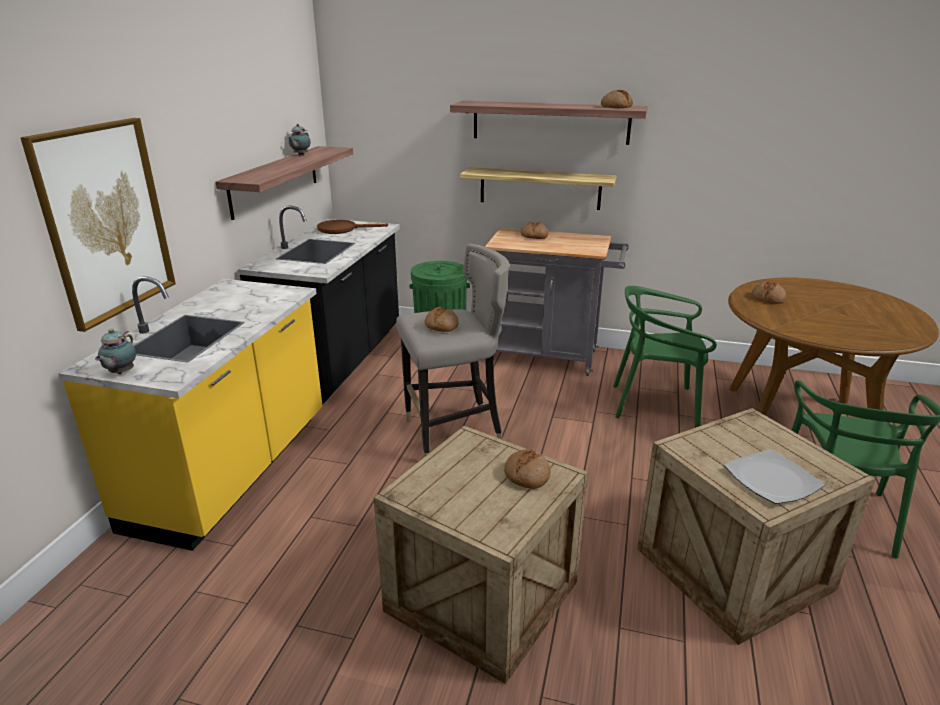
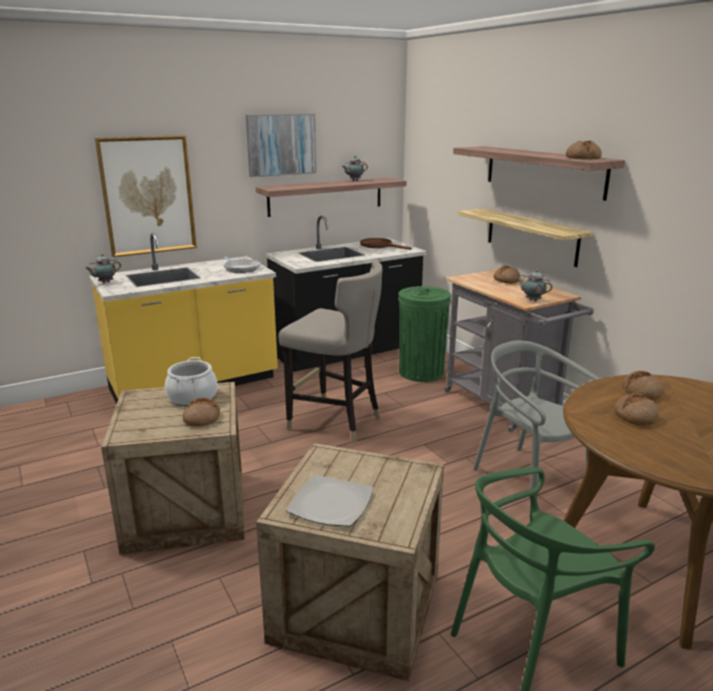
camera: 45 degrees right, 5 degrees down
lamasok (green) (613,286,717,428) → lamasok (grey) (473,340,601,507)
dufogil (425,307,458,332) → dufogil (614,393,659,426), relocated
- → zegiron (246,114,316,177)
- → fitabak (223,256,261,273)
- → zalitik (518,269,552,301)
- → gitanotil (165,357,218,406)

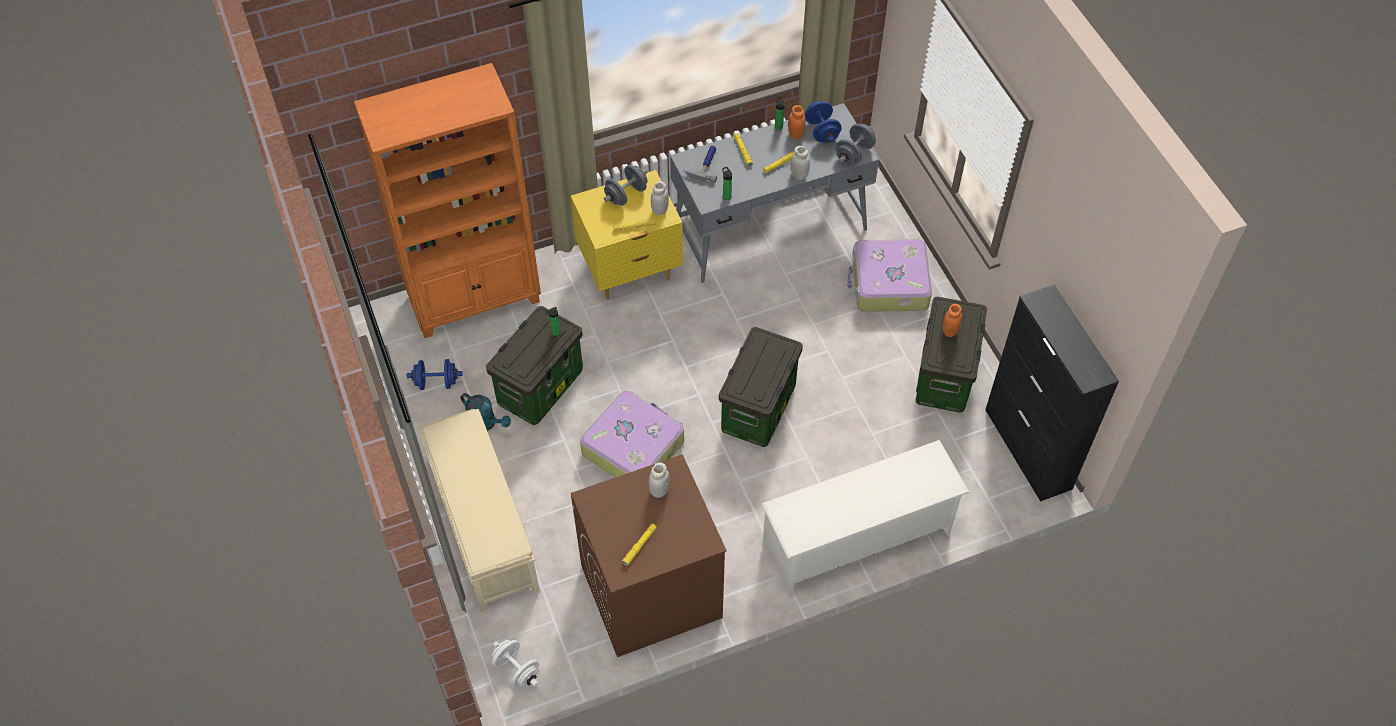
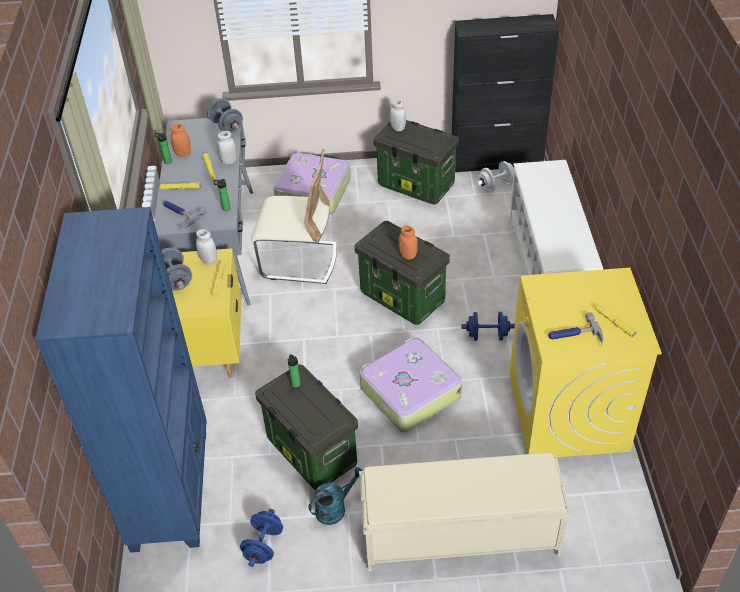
camera: 70 degrees left, 10 degrees down
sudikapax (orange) (354,63,541,338) → sudikapax (blue) (35,207,207,553)
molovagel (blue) (805,101,842,143) → molovagel (blue) (461,312,515,341), relocated
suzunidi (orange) (942,304,962,337) → suzunidi (orange) (399,226,418,260), relocated
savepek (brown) (571,454,727,657) → savepek (yellow) (509,268,662,457)
suzunidi (white) (648,462,670,498) → suzunidi (white) (390,100,406,131), relocated
molovagel (white) (492,640,539,688) → molovagel (white) (477,161,514,192), relocated
- → lamasok (beige) (251,149,337,284)
- → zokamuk (548,312,603,346)

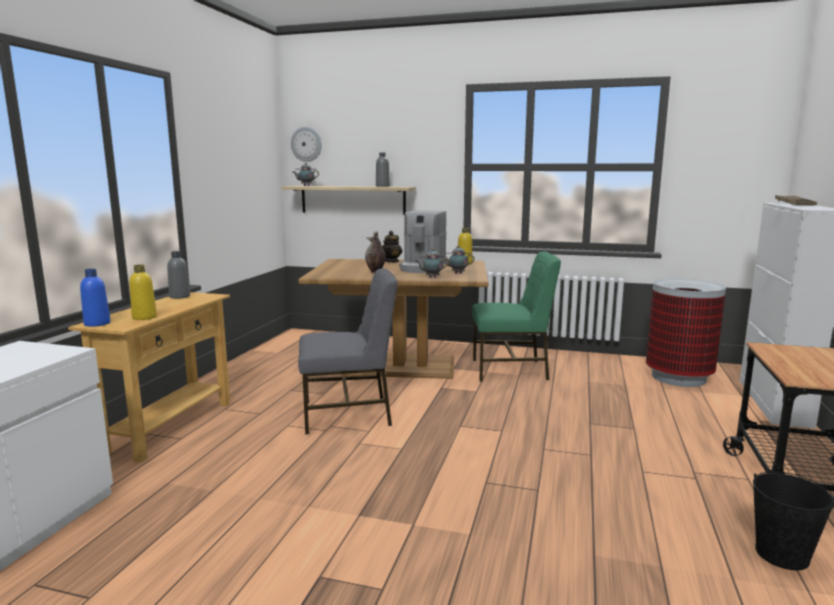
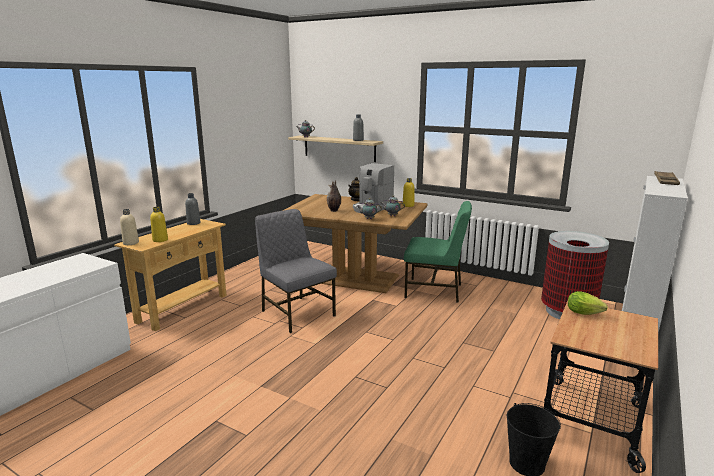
camera: 15 degrees right, 5 degrees up
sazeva (291,127,322,162) → -
lamasok (grey) (298,268,398,434) → lamasok (grey) (255,209,337,333), 135 degrees counterclockwise
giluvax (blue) (80,269,111,327) → giluvax (beige) (120,209,139,245)
- → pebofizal (568,291,608,315)

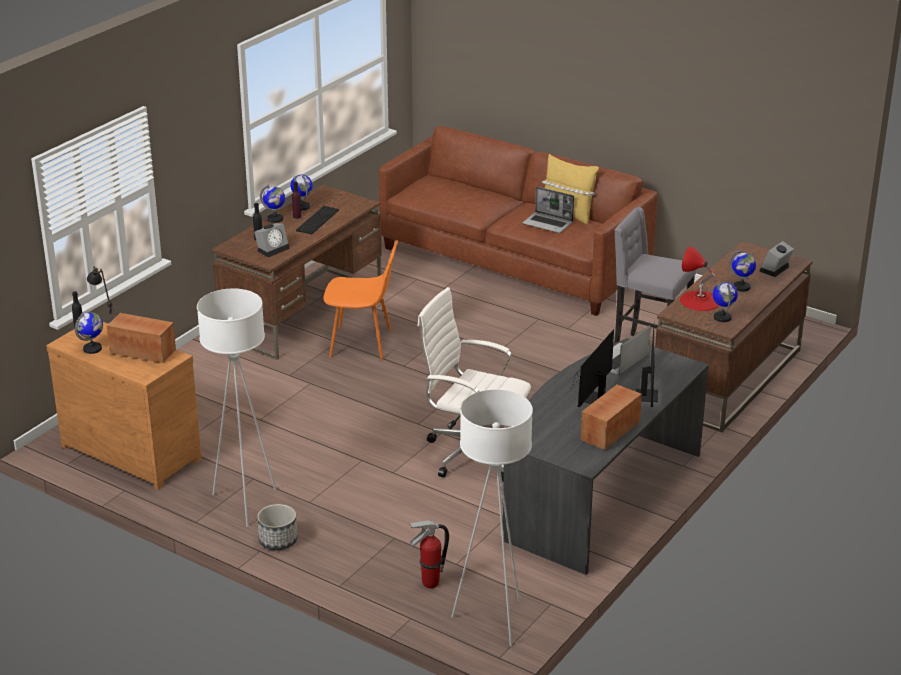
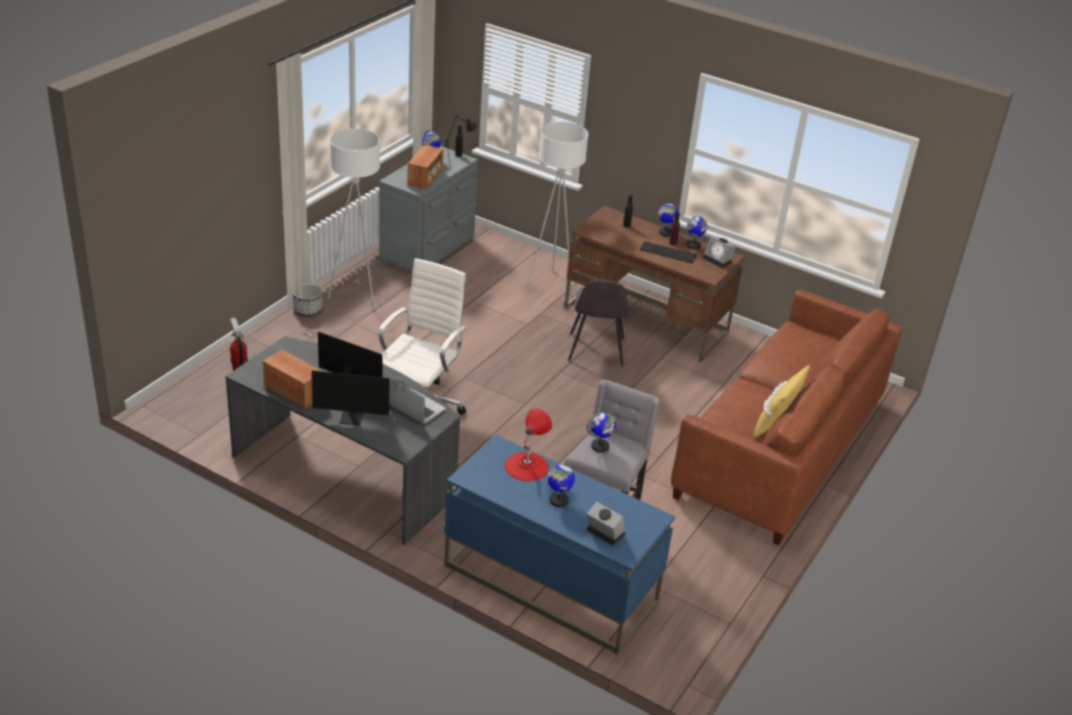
camera: 85 degrees right, 5 degrees up
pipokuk (522,187,574,233) → -
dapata (254,223,290,257) → dapata (703,236,736,268), relocated
lamasok (orange) (323,240,398,360) → lamasok (grey) (568,280,629,366)
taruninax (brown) (655,241,813,433) → taruninax (blue) (444,435,675,655)
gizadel (713,282,738,322) → gizadel (587,412,616,452), relocated
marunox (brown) (46,322,202,490) → marunox (grey) (379,146,478,272)
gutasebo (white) (451,389,533,646) → gutasebo (white) (526,122,589,295), relocated

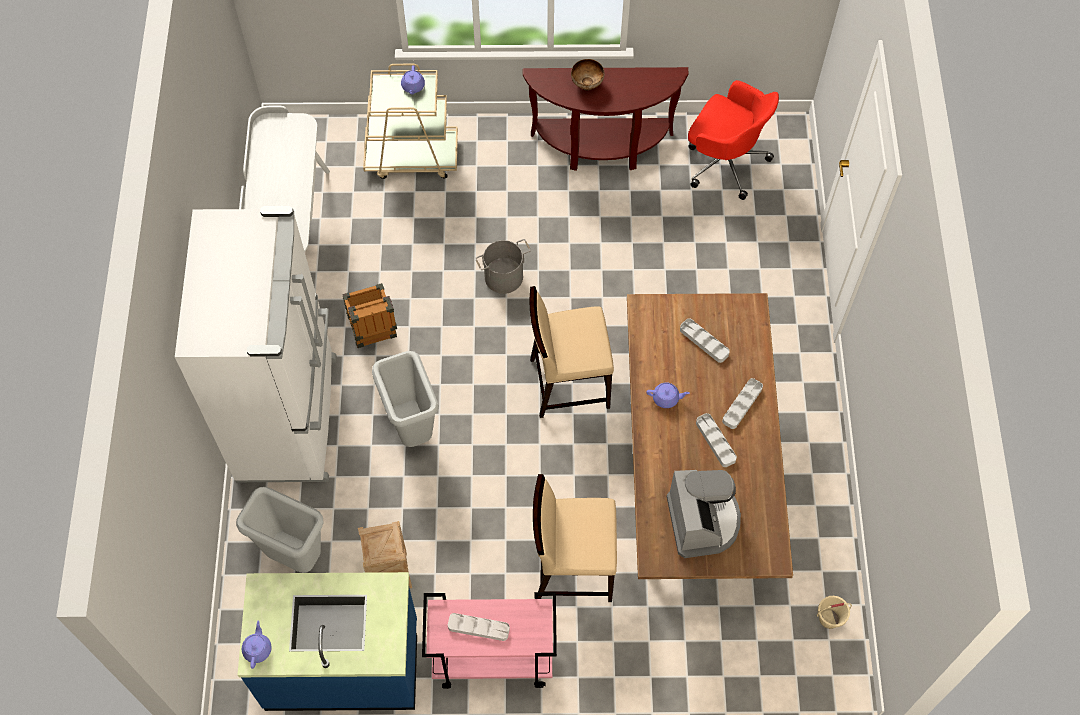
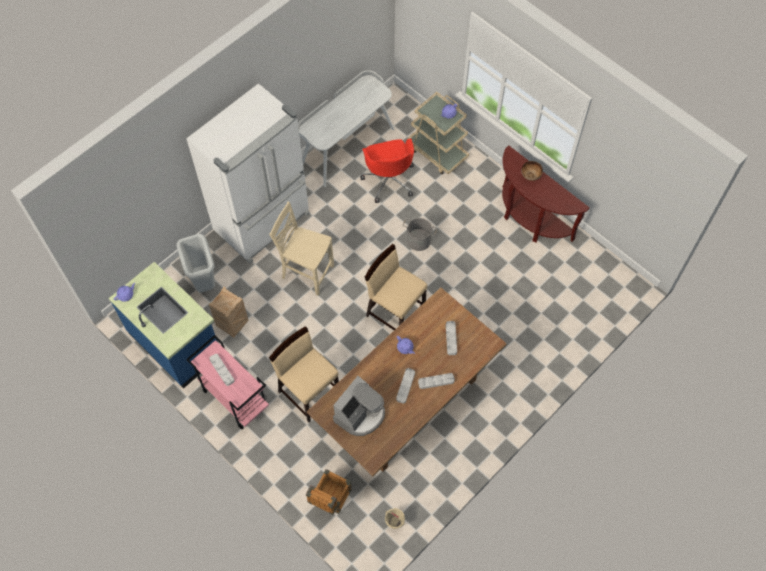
camera: 45 degrees right, 0 degrees up
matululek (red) (688,80,779,200) → matululek (red) (360,138,414,203), relocated
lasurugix (342,283,397,348) → lasurugix (306,469,352,515), relocated
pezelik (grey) (372,351,439,447) → lamasok (beige) (269,201,334,296)

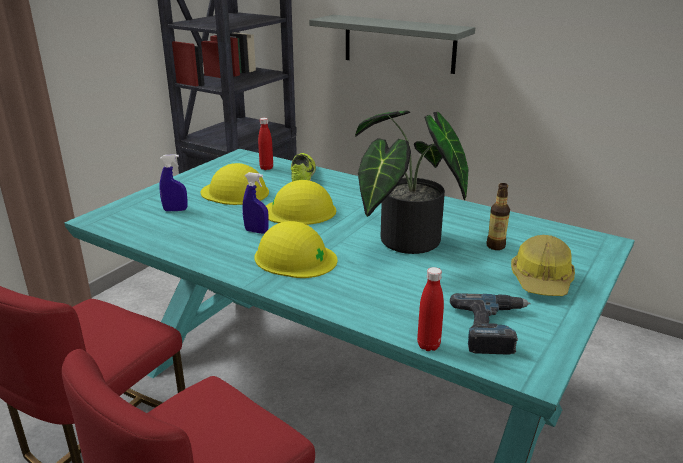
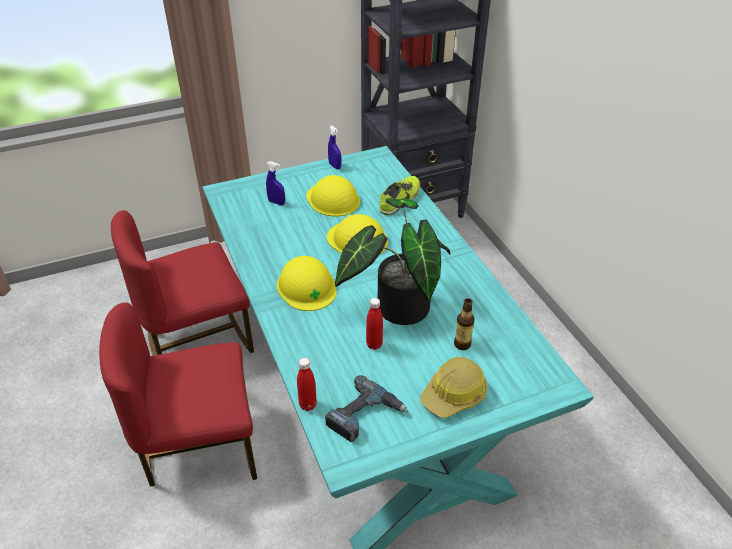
camera: 35 degrees right, 15 degrees up
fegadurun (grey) (309,15,475,74) → -
giluvax (red) (258,118,273,170) → giluvax (red) (366,298,383,350), relocated
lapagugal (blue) (242,172,269,234) → lapagugal (blue) (328,126,341,169), relocated

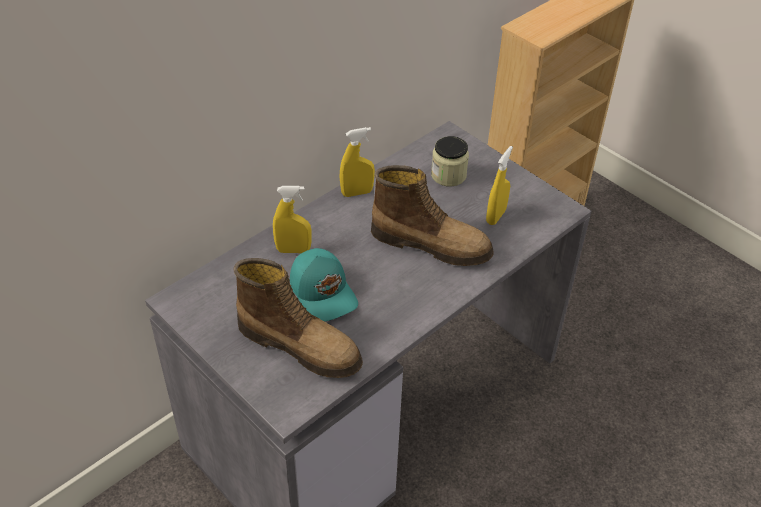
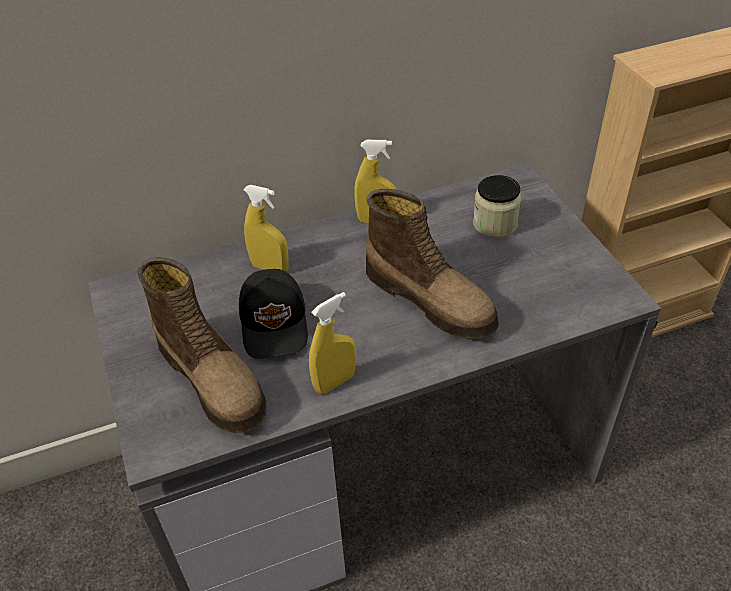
camera: 25 degrees right, 0 degrees up
lapagugal (yellow) (486,146,513,225) → lapagugal (yellow) (309,292,356,394), relocated
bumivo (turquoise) (290,248,358,321) → bumivo (black) (239,269,308,358)

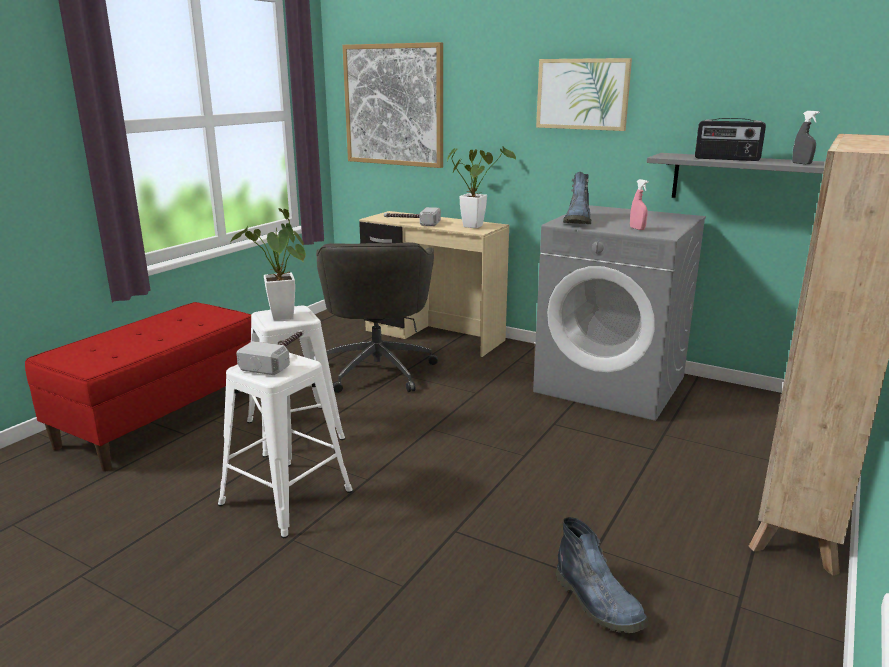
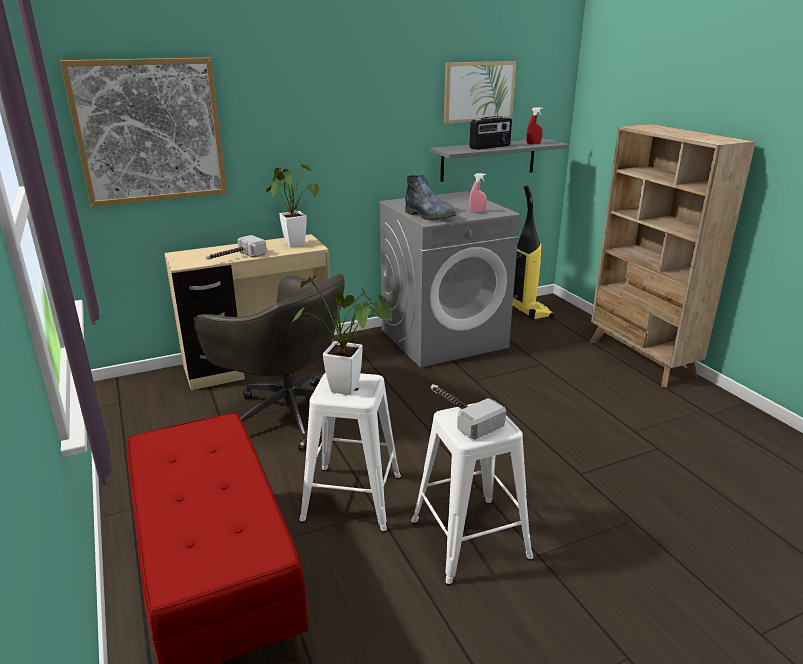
camera: 55 degrees left, 5 degrees up
zegiron (536,58,632,131) → zegiron (444,61,516,124), relocated
lapagugal (grey) (792,111,820,164) → lapagugal (red) (526,107,543,144)
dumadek (556,517,649,633) → -
- → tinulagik (513,186,554,320)

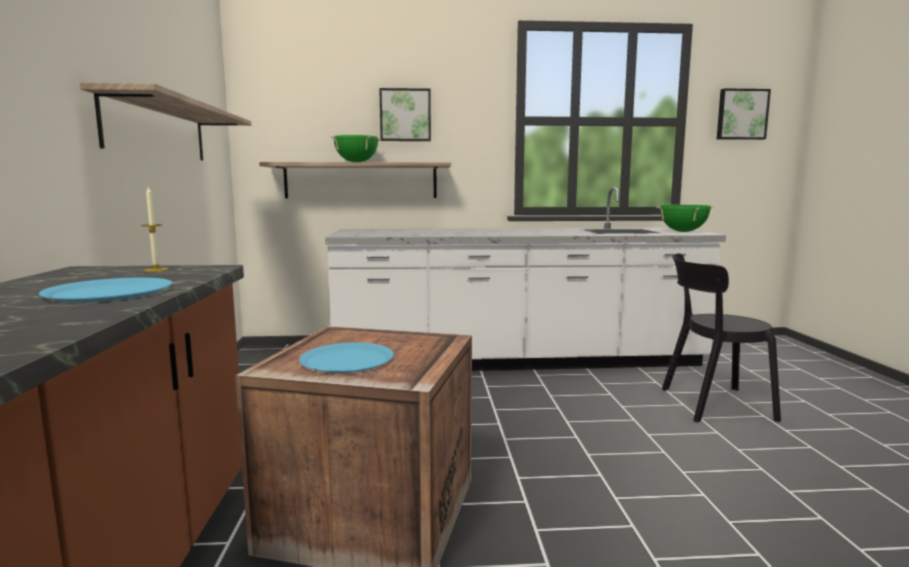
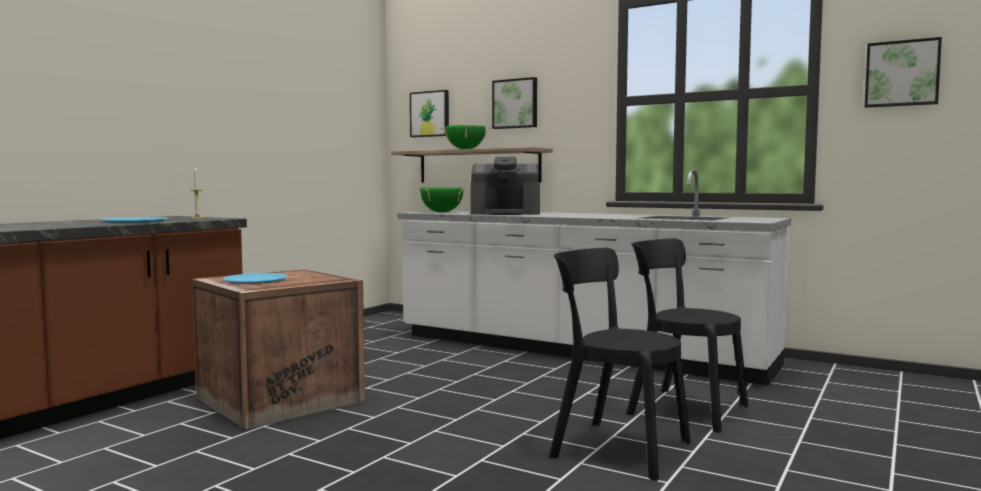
camera: 35 degrees right, 5 degrees down
fegadurun (80,82,251,160) → -
gitanotil (green) (656,205,714,232) → gitanotil (green) (420,188,464,213), relocated
- → zegiron (410,90,449,137)
- → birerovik (471,157,540,215)
- → lamasok (black) (549,248,691,481)

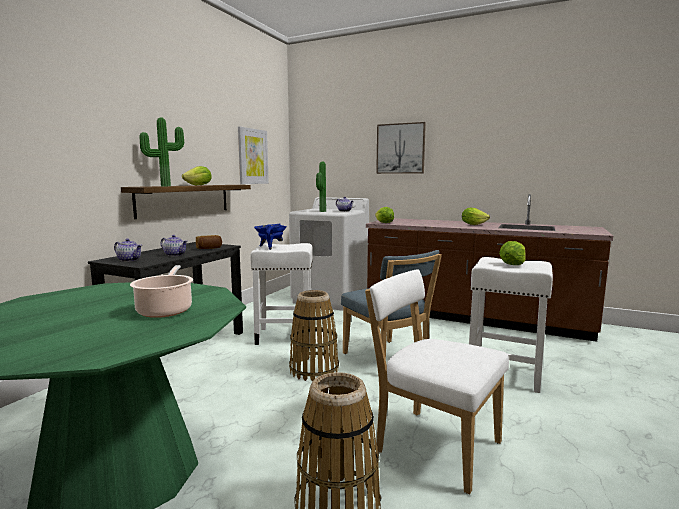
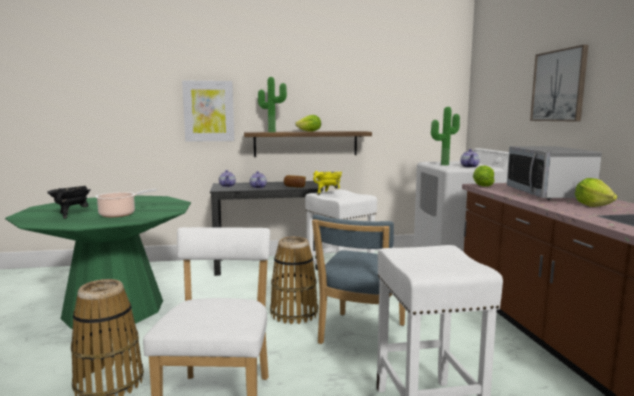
camera: 55 degrees right, 0 degrees up
zegiron (238,126,269,184) → zegiron (182,80,234,142), relocated
gitanotil (blue) (254,223,287,250) → gitanotil (yellow) (313,171,342,195)
pebofizal (499,241,526,265) → -
- → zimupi (507,146,602,200)
- → gitanotil (black) (47,186,91,219)

